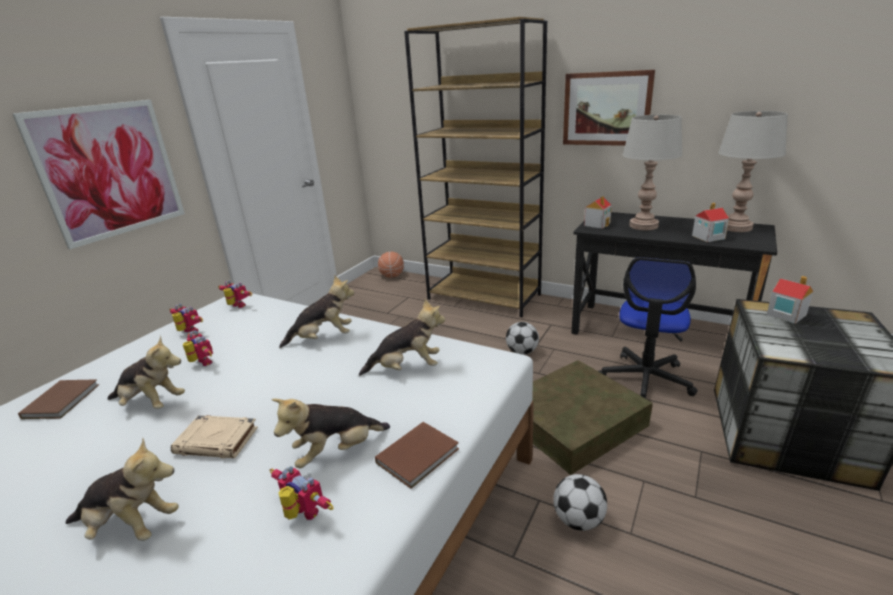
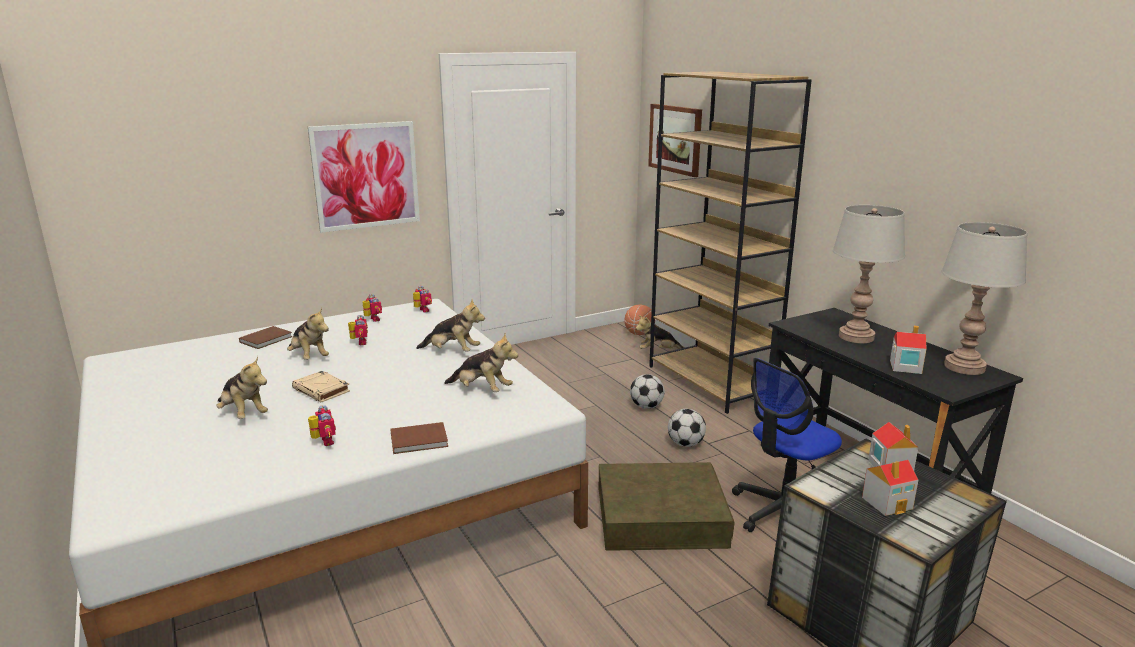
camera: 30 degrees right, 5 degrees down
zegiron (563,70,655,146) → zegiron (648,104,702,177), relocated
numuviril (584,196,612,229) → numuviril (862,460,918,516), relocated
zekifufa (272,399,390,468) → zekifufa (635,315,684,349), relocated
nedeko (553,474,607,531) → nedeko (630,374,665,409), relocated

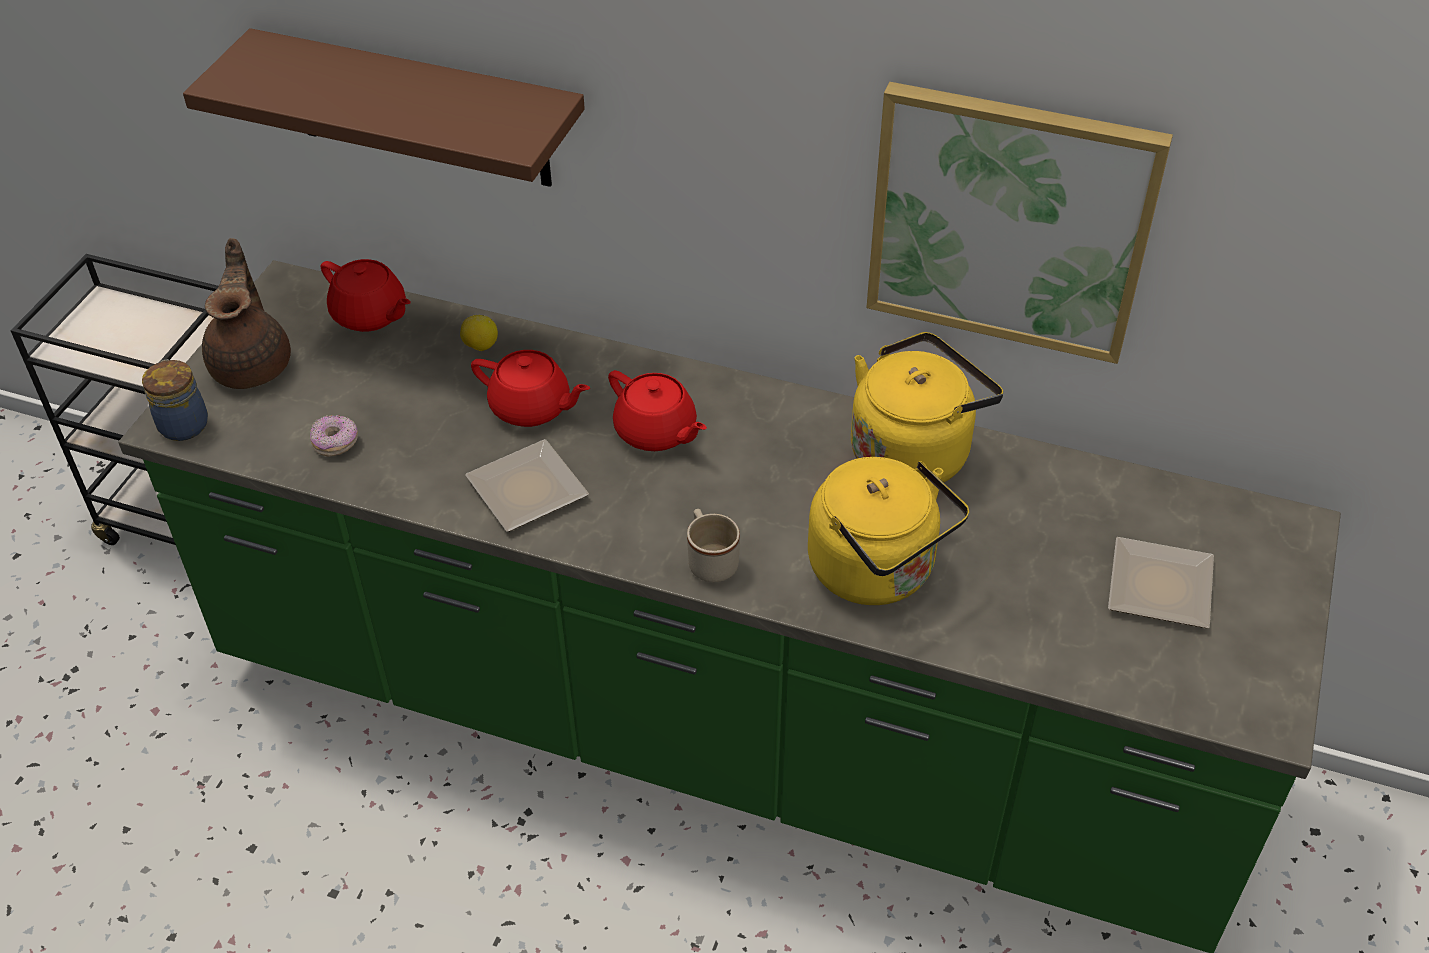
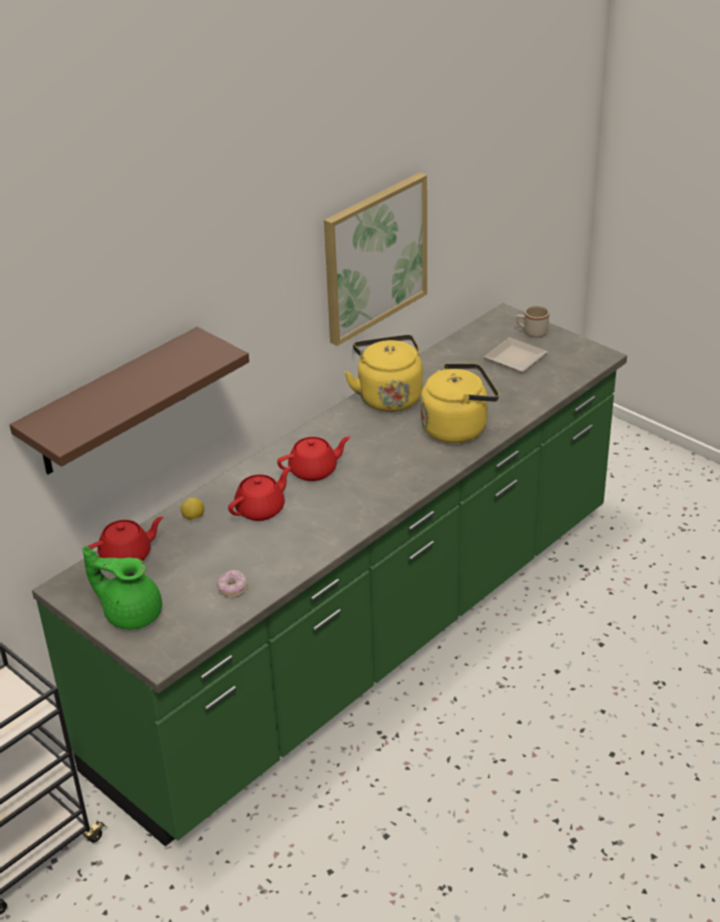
camera: 65 degrees left, 10 degrees down
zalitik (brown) (202,238,291,389) → zalitik (green) (82,546,162,630)
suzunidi (142,359,208,441) → -
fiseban (465,439,589,532) → -
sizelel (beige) (687,509,740,582) → sizelel (beige) (516,306,549,338), relocated

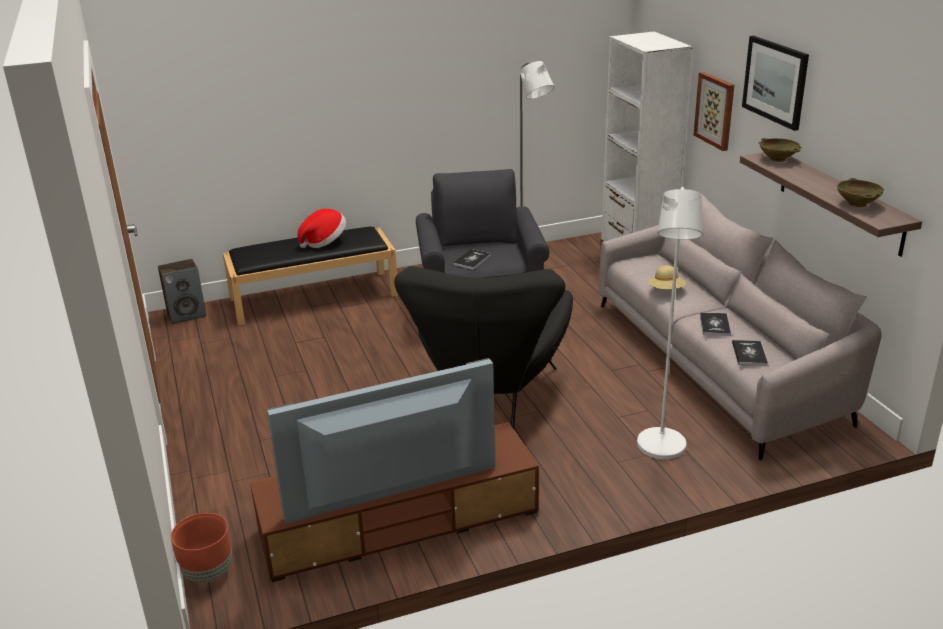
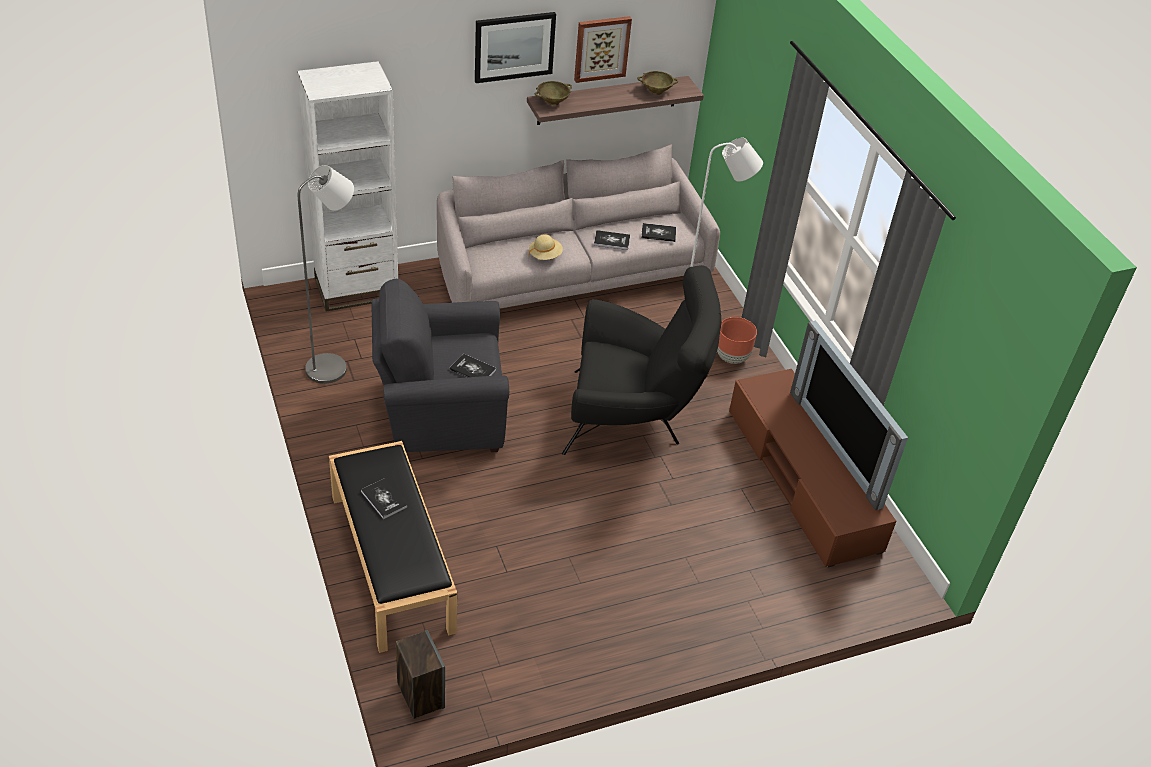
camera: 95 degrees left, 15 degrees up
zegiron (694,72,734,151) → zegiron (574,16,632,83), relocated
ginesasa (297,209,346,248) → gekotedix (361,478,408,519)
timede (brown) (171,513,232,583) → timede (brown) (717,317,757,364), relocated

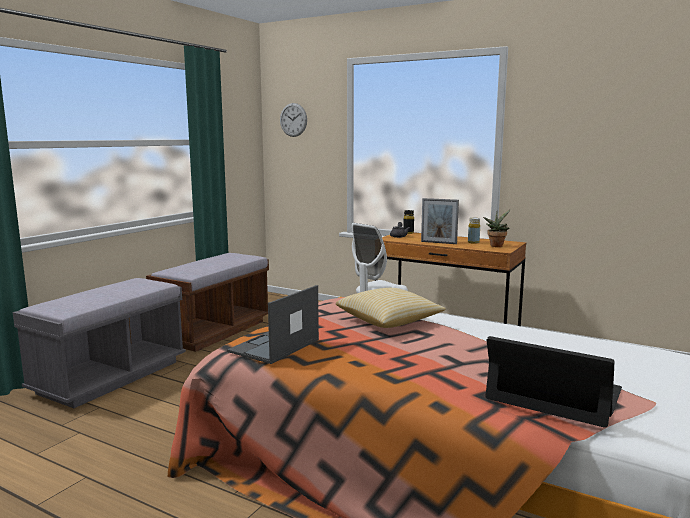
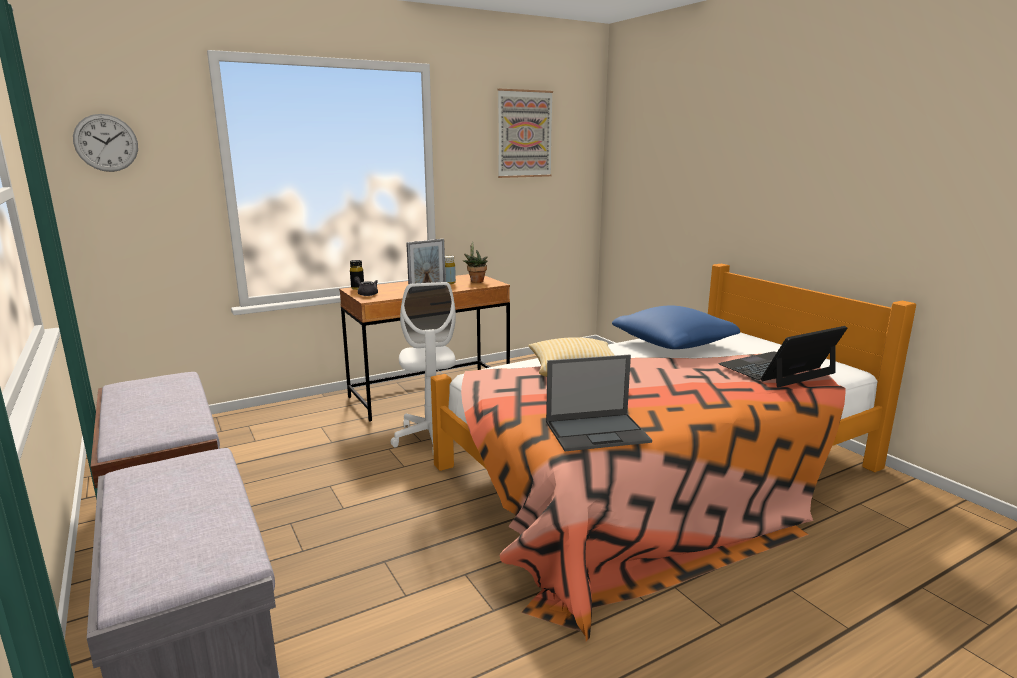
camera: 60 degrees left, 5 degrees up
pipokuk (227,285,319,364) → pipokuk (546,355,652,451), 75 degrees counterclockwise
- → zegiron (498,89,553,178)
- → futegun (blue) (612,306,740,349)

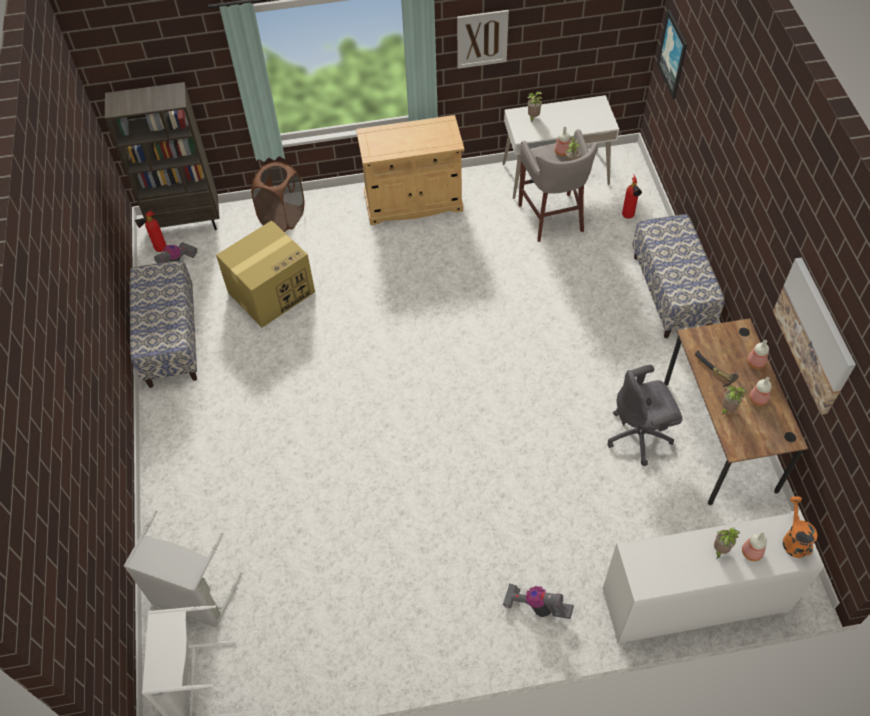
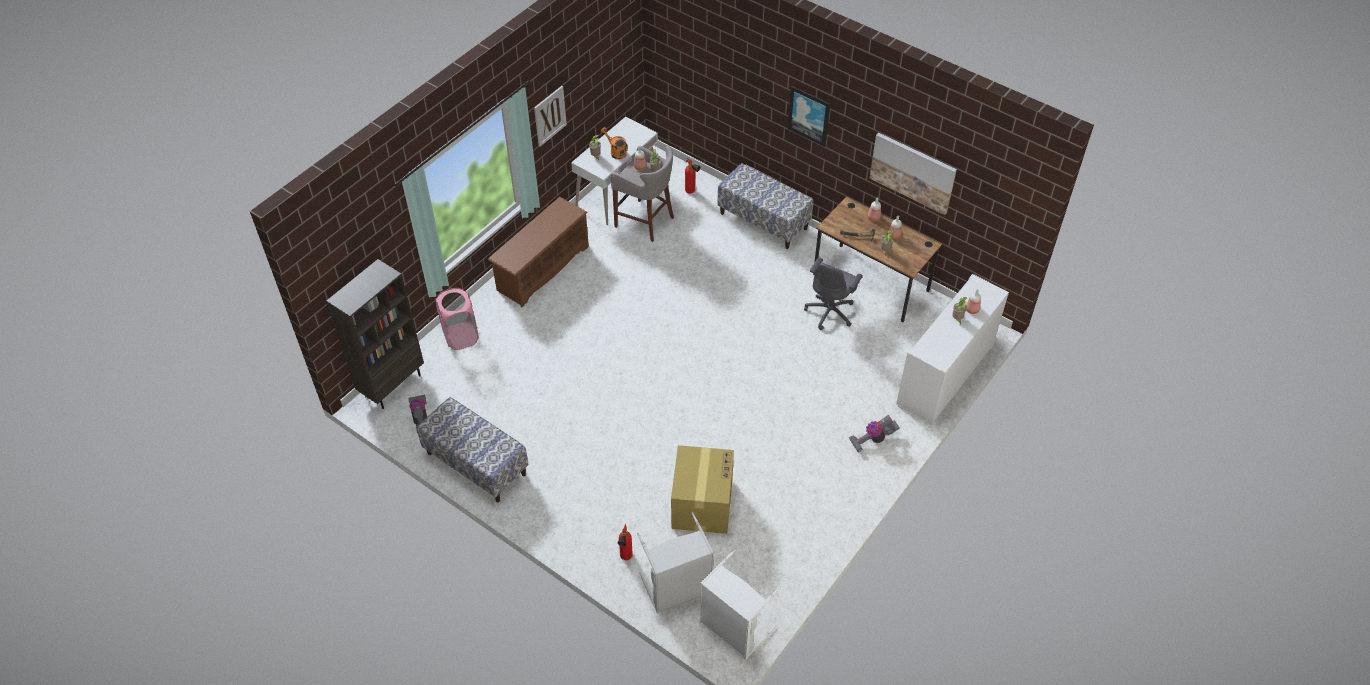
camera: 45 degrees left, 5 degrees down
zegiron (657,9,687,99) → zegiron (787,86,830,147), relocated
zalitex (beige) (356,115,464,225) → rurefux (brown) (488,197,589,307)
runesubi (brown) (251,161,304,232) → runesubi (pink) (435,288,479,350)
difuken (135,210,167,252) → difuken (617,524,633,560), relocated
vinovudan (216,220,315,327) → vinovudan (671,445,734,534), relocated
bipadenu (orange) (783,496,818,558) → bipadenu (orange) (601,127,628,159), relocated

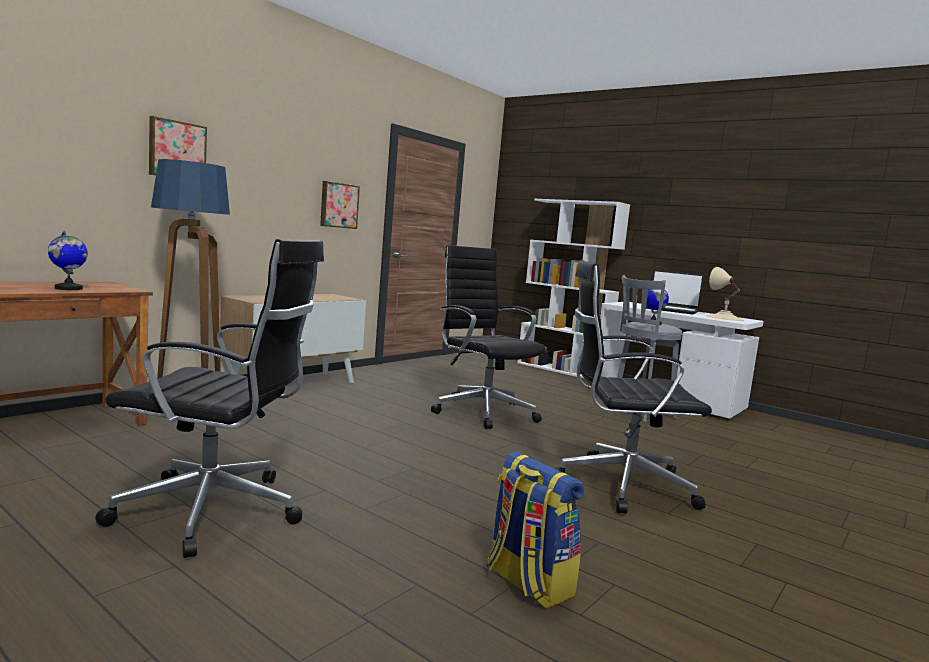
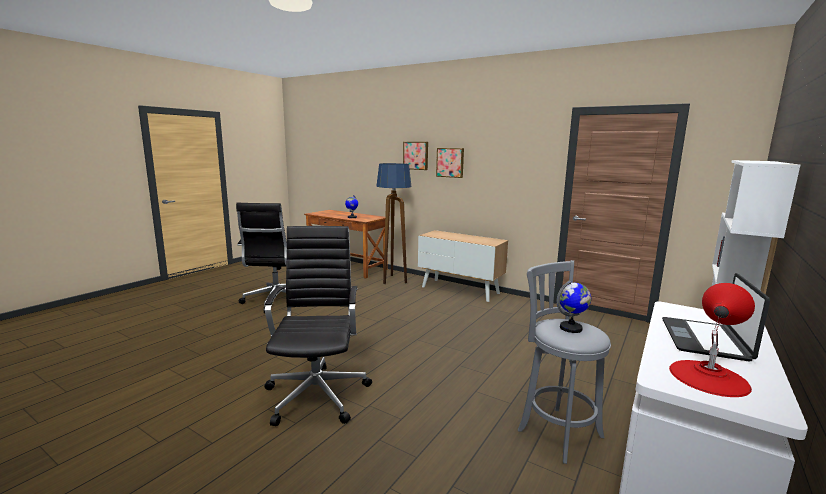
camera: 85 degrees right, 5 degrees up
zegiron (320,181,360,229) → zegiron (436,148,464,178), relocated
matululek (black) (431,245,546,429) → -
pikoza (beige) (705,267,744,321) → pikoza (red) (669,283,755,397)
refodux (487,452,584,608) → -

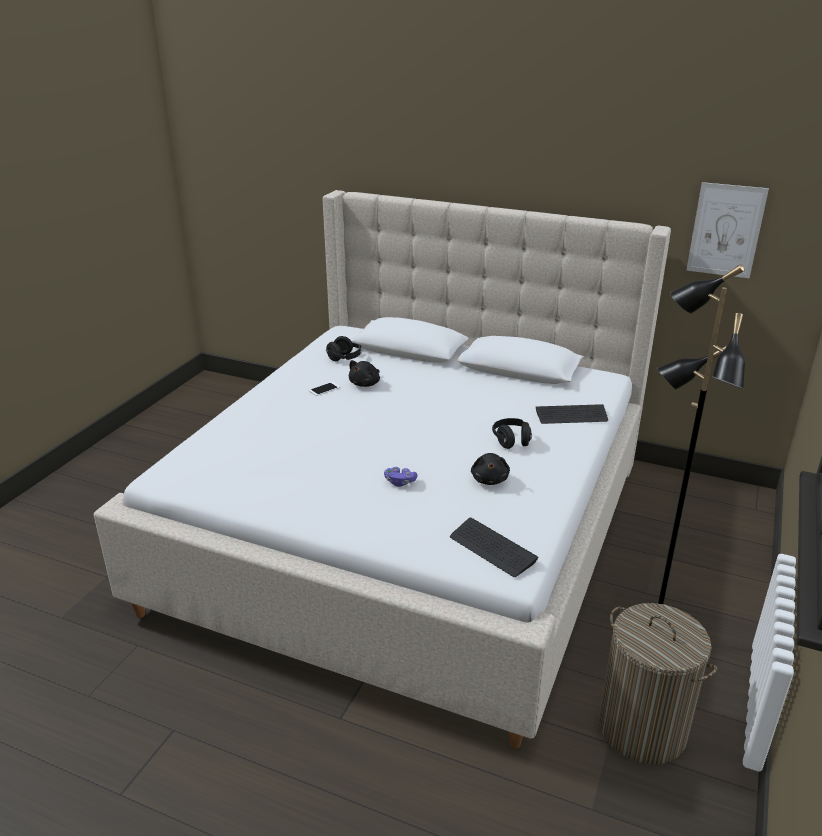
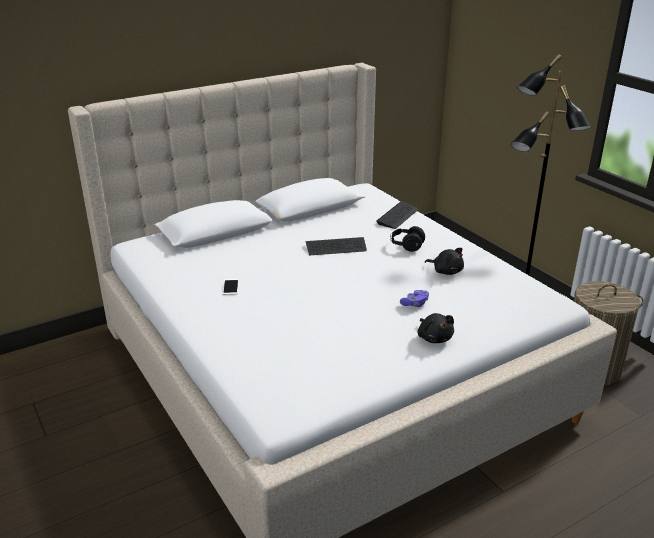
camera: 55 degrees left, 0 degrees up
zegiron (687,182,769,278) → -
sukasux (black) (325,336,362,361) → -
zekifufa (black) (349,360,380,387) → zekifufa (black) (418,313,454,343), relocated
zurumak (450,518,538,577) → zurumak (305,237,367,255), relocated

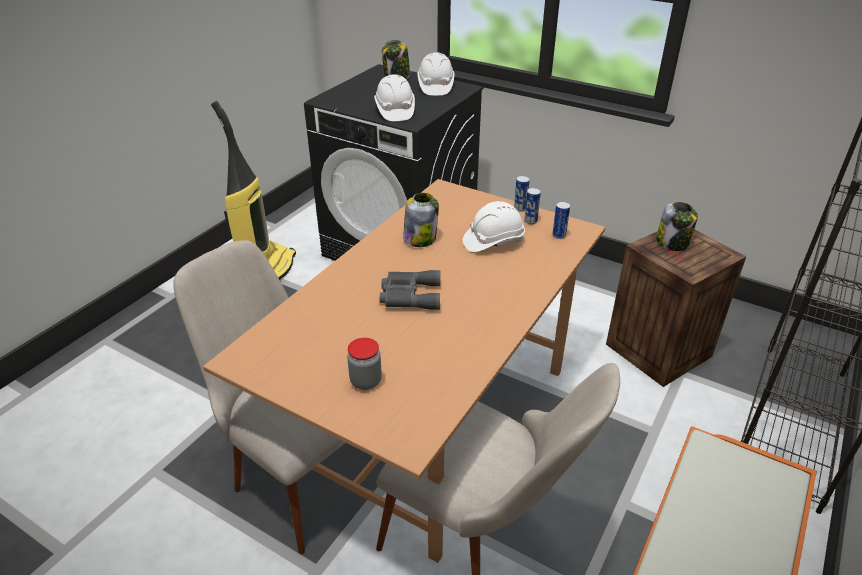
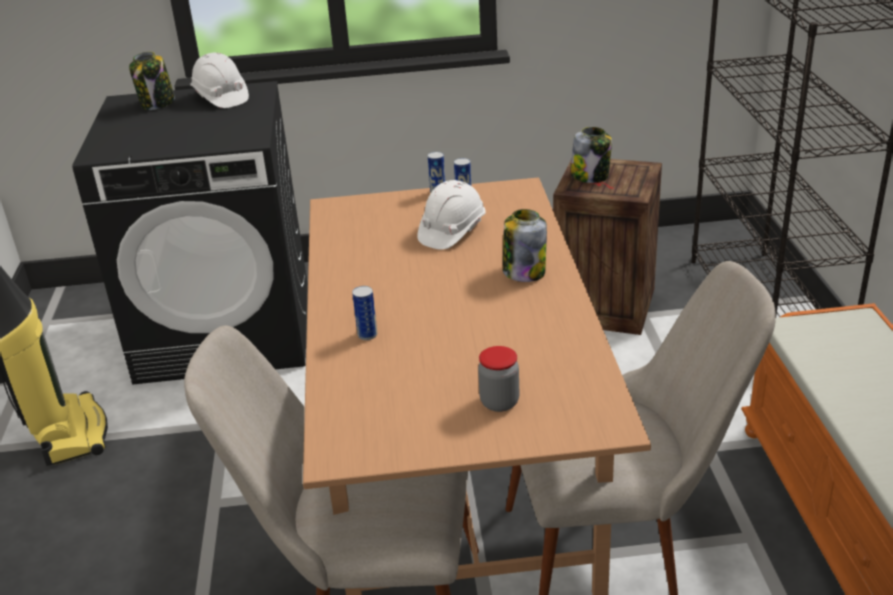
camera: 35 degrees left, 5 degrees down
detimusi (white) (374,74,415,121) → -
suzunidi (403,193,439,247) → suzunidi (503,209,547,282), relocated
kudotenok (552,201,570,239) → kudotenok (352,286,377,340), relocated
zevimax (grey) (380,270,440,310) → -

